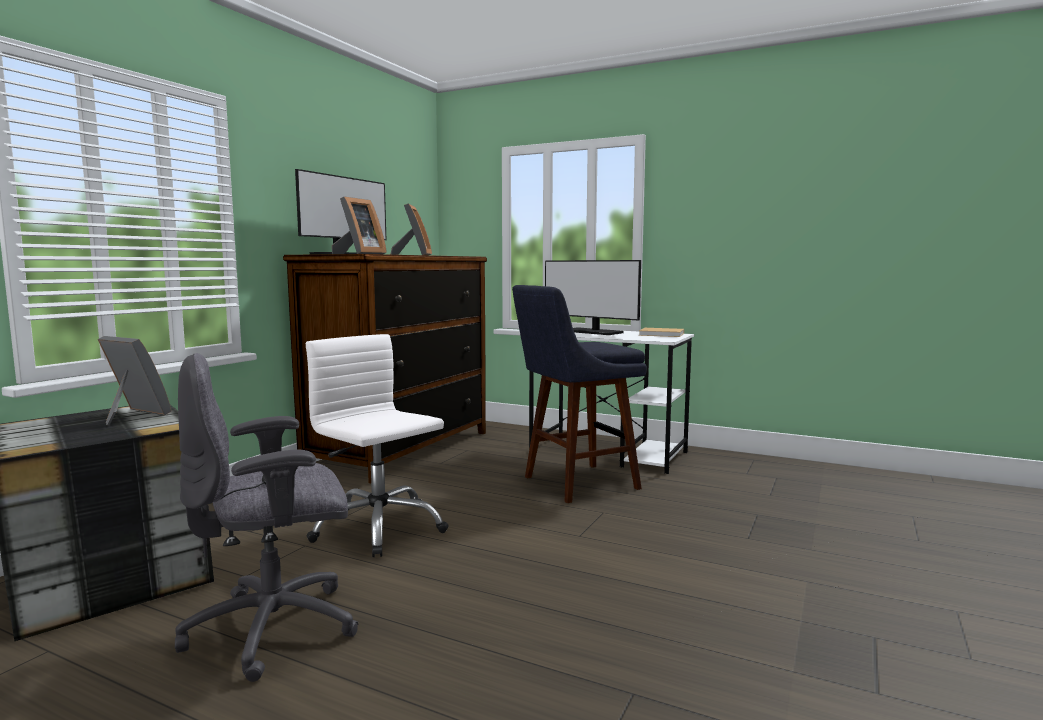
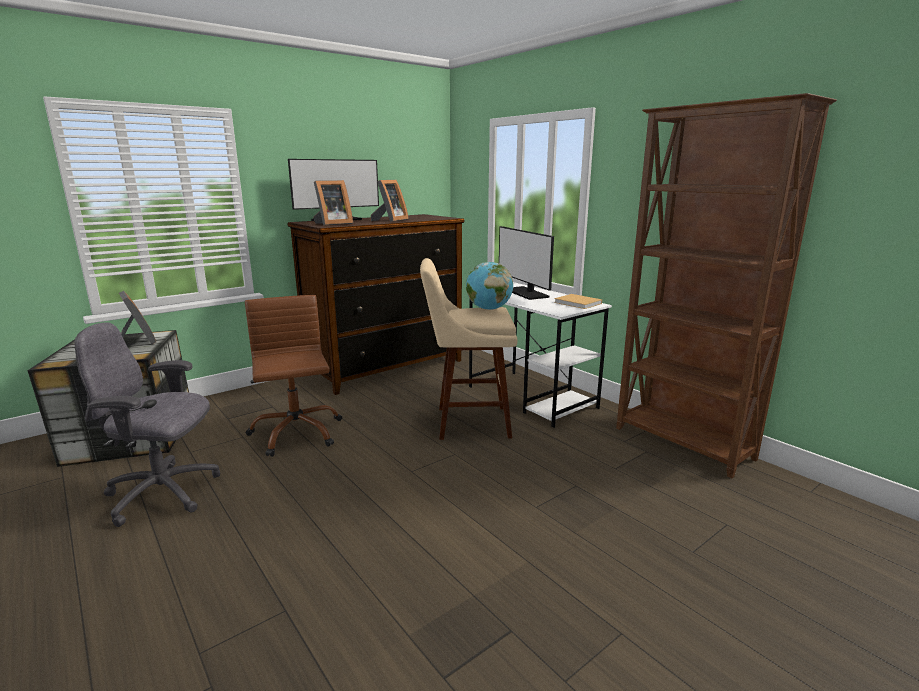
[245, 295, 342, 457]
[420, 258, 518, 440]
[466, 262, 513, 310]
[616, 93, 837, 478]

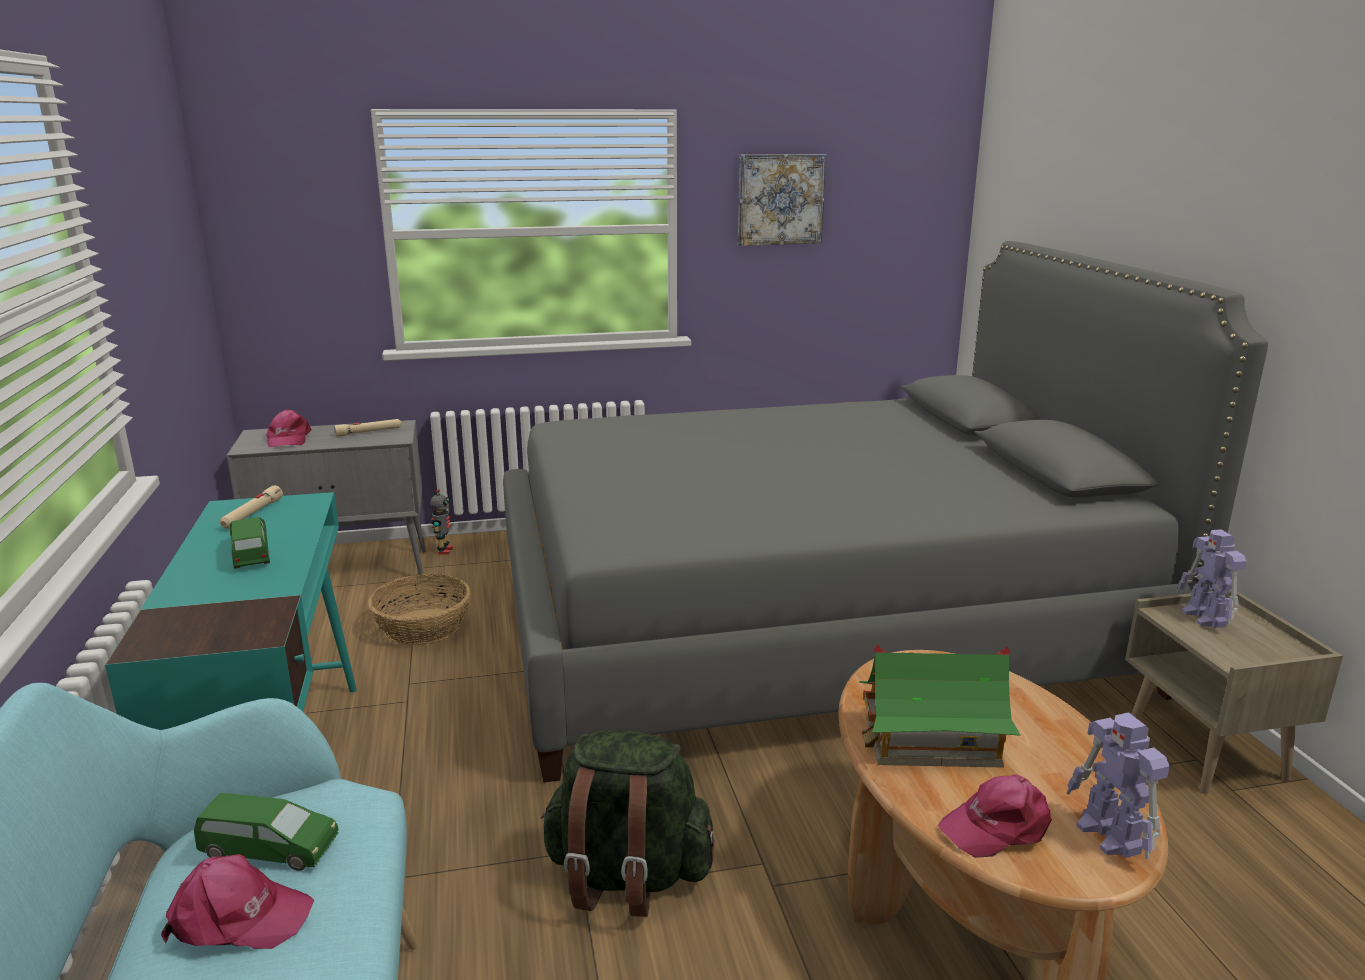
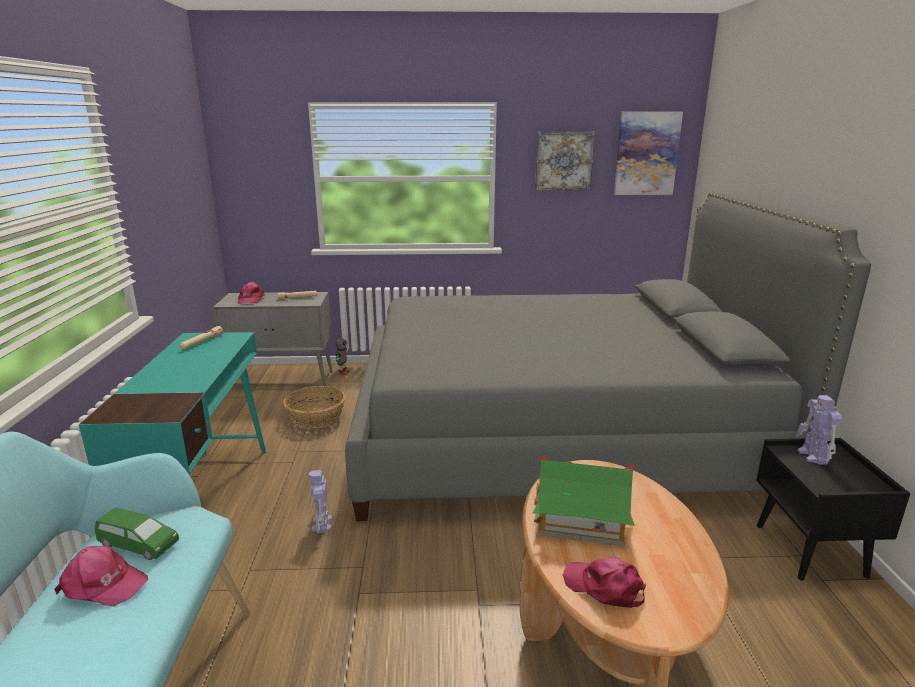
[230, 517, 270, 569] (first image)
[541, 730, 715, 917] (first image)
[563, 557, 646, 608]
[309, 470, 332, 533]
[756, 438, 911, 581]
[614, 112, 683, 195]

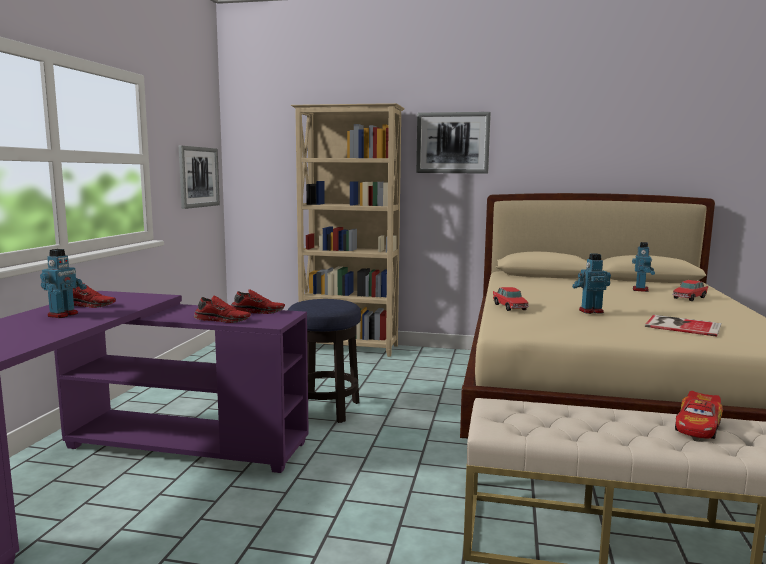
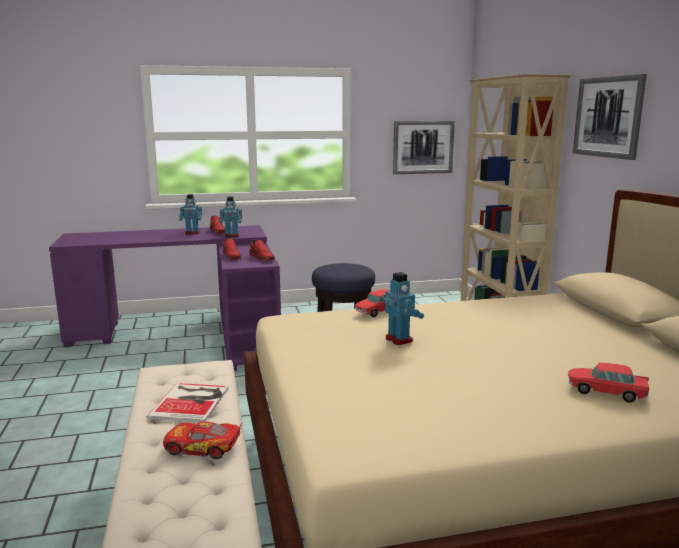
[219, 196, 242, 238]
[147, 383, 228, 422]

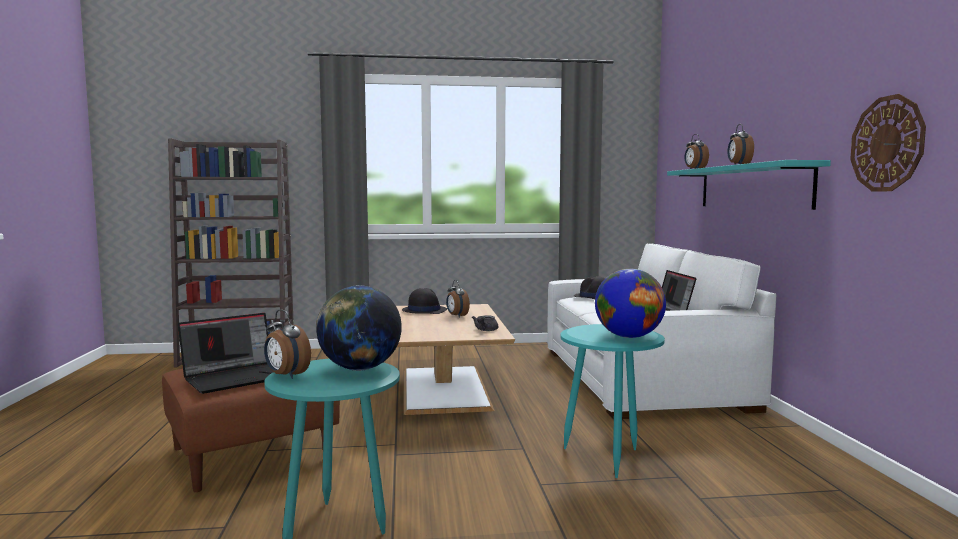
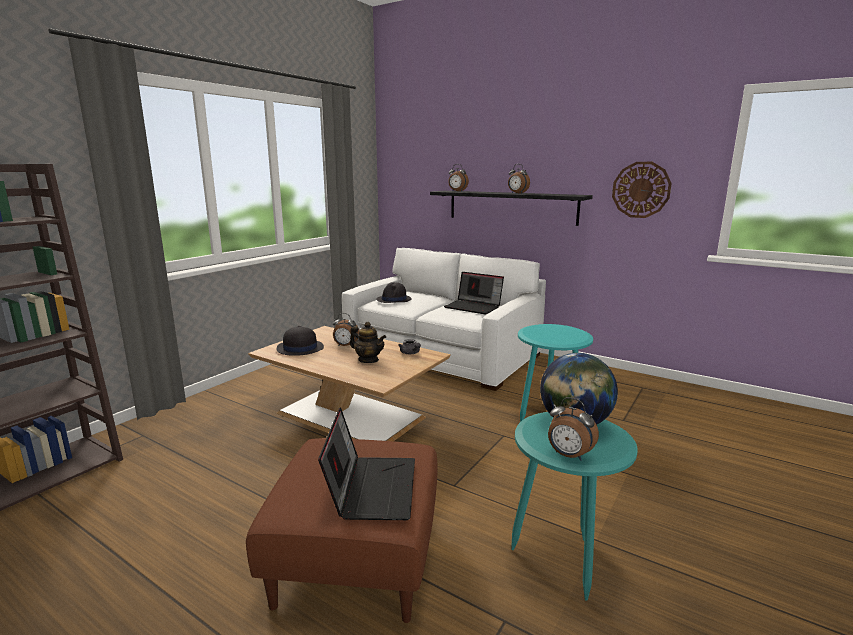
[548, 397, 599, 461]
[595, 269, 666, 338] (first image)
[430, 191, 593, 226]
[350, 322, 386, 363]

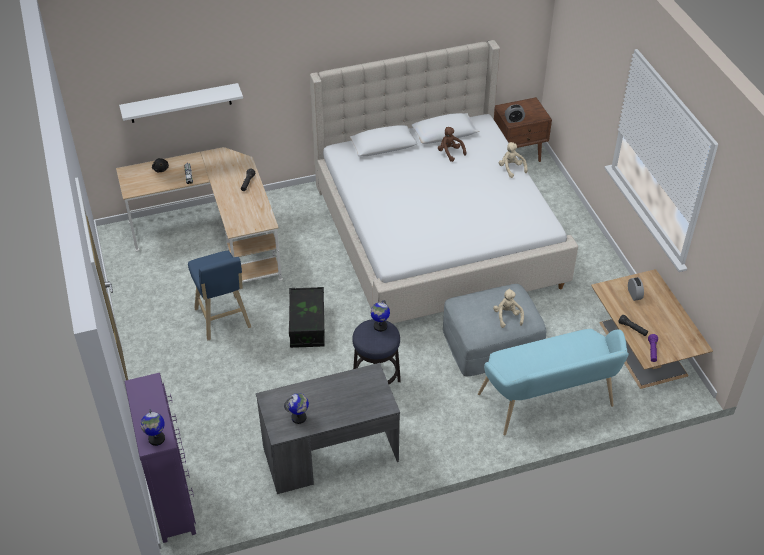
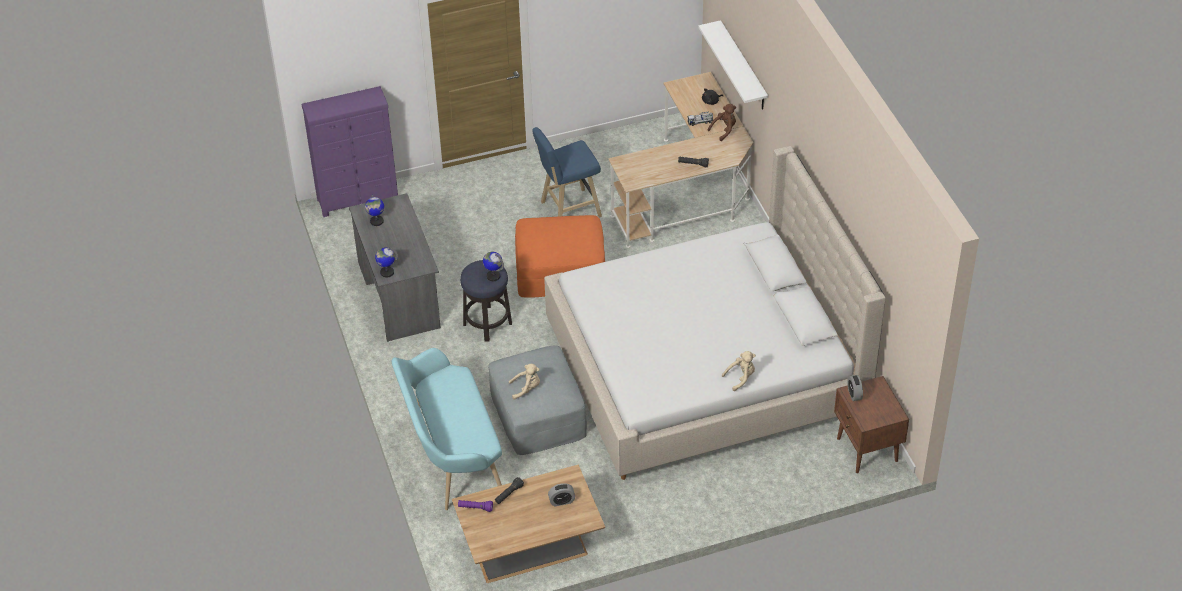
[375, 247, 398, 278]
[515, 215, 605, 298]
[707, 104, 736, 141]

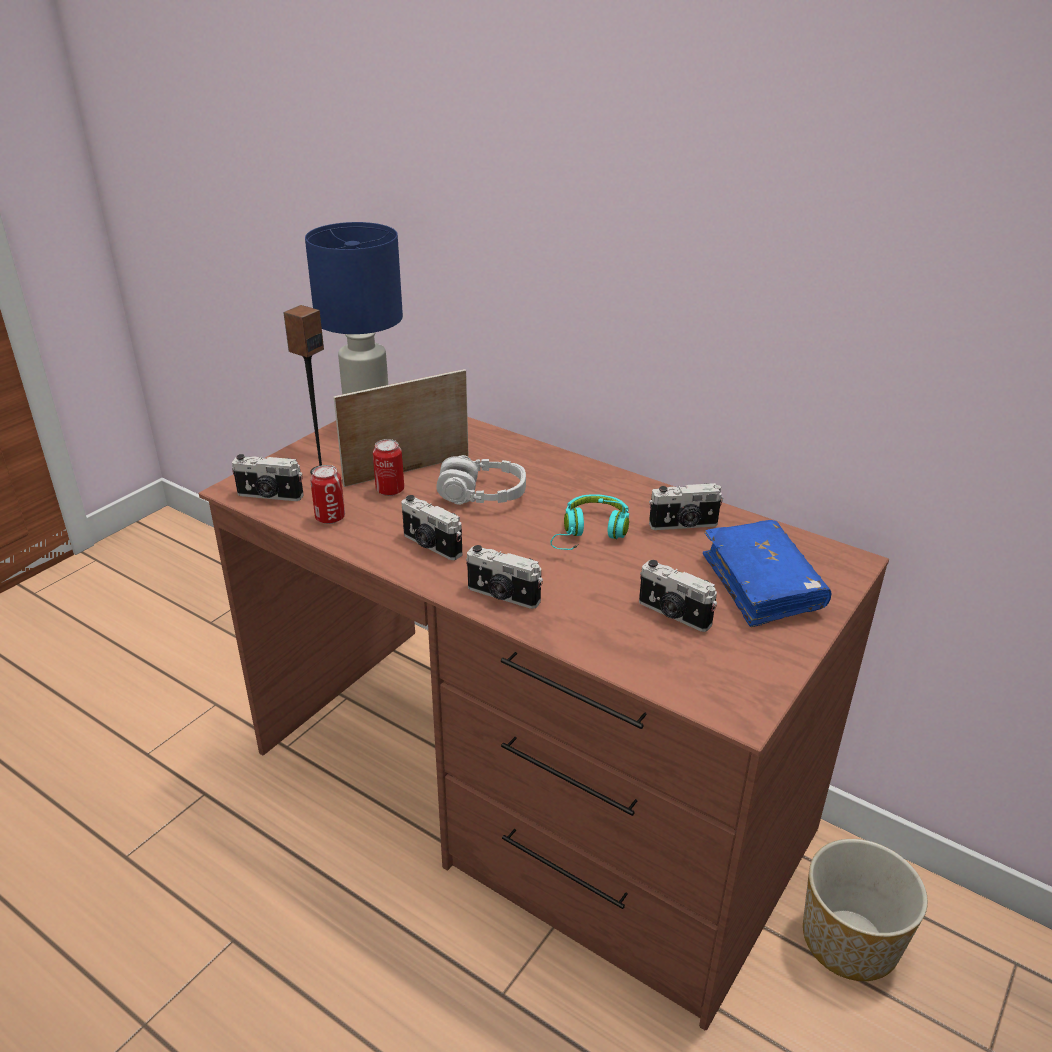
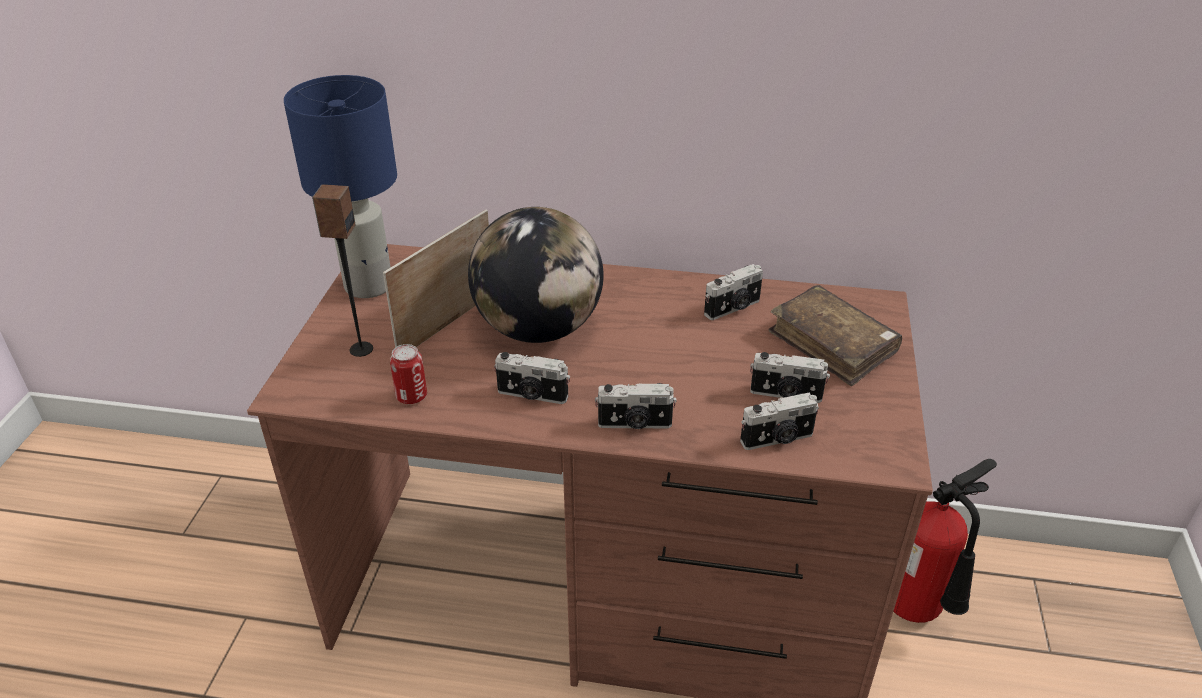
[740, 393, 819, 450]
[373, 439, 404, 496] (first image)
[468, 207, 604, 343]
[550, 494, 629, 550] (first image)
[769, 285, 902, 386]
[893, 459, 997, 623]

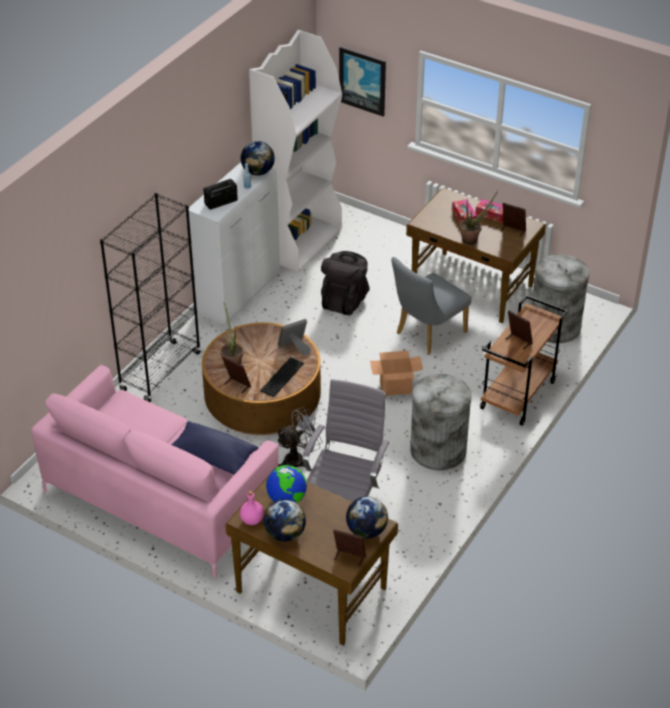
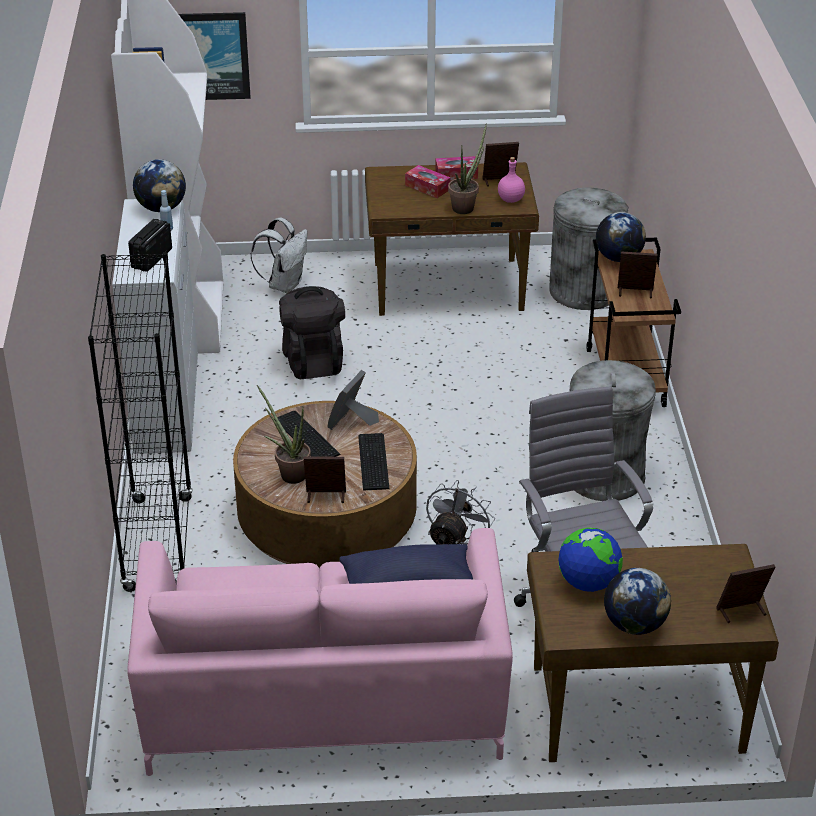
[498, 157, 525, 203]
[596, 212, 646, 262]
[370, 351, 423, 396] (first image)
[391, 257, 471, 355] (first image)
[251, 218, 307, 293]
[274, 411, 340, 457]

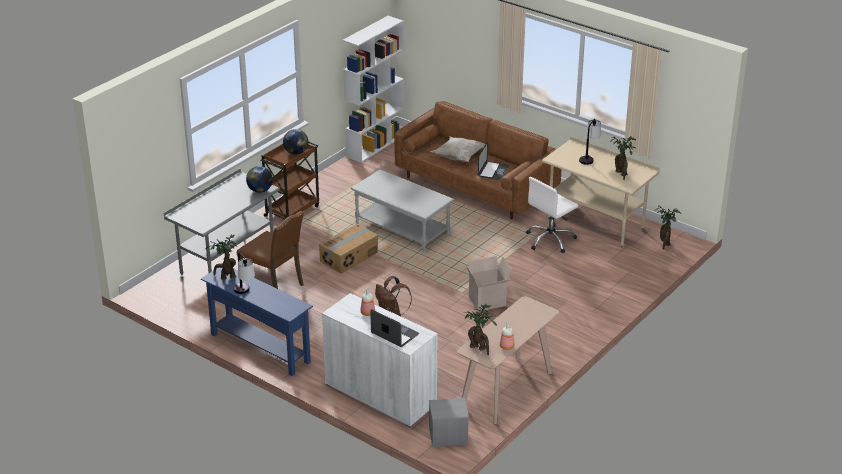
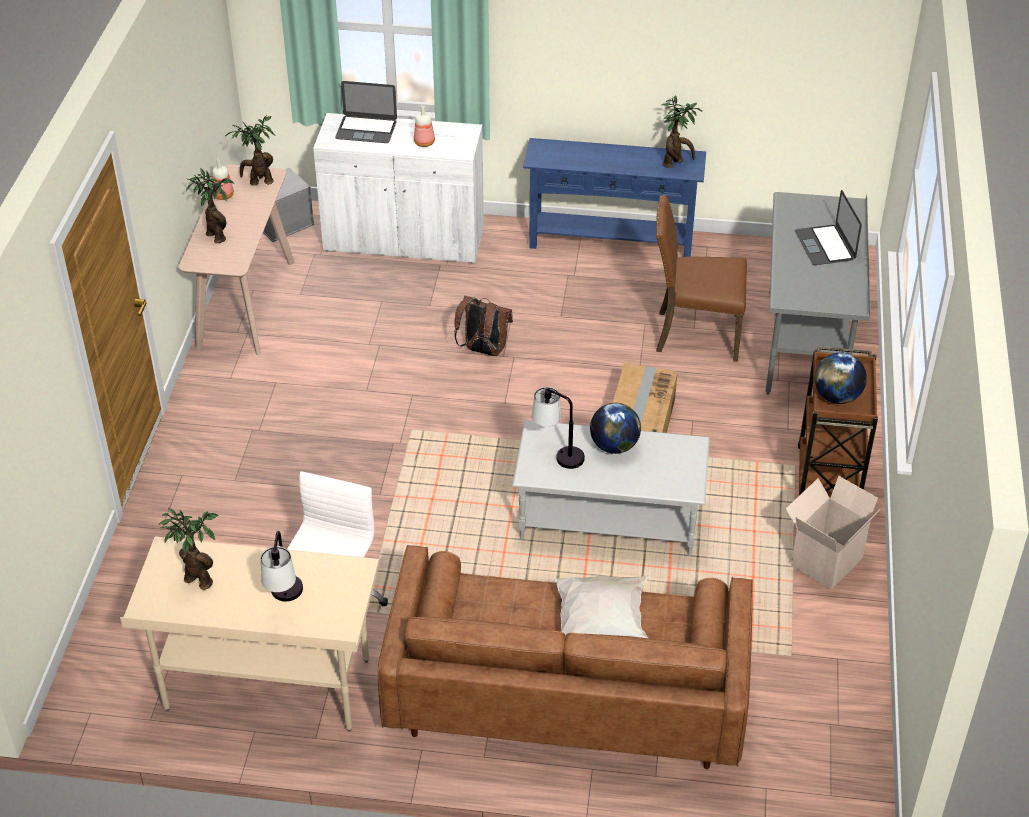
[532, 387, 585, 469]
[590, 403, 641, 454]
[342, 16, 404, 163] (first image)
[786, 476, 880, 590]
[795, 190, 862, 265]
[186, 169, 235, 243]

